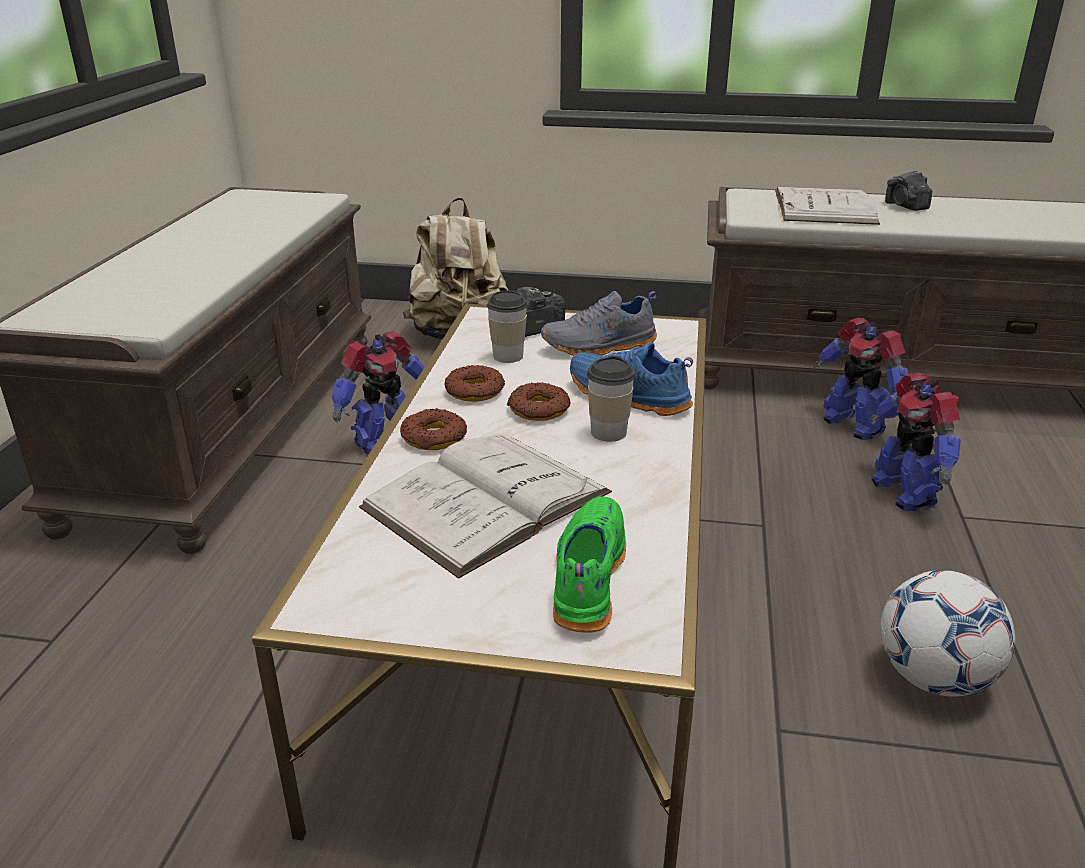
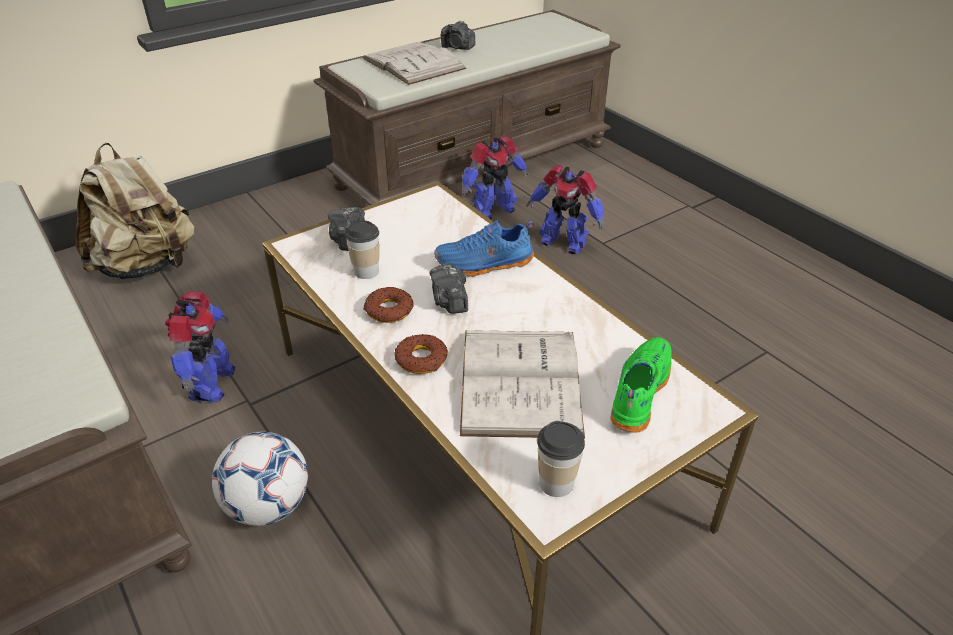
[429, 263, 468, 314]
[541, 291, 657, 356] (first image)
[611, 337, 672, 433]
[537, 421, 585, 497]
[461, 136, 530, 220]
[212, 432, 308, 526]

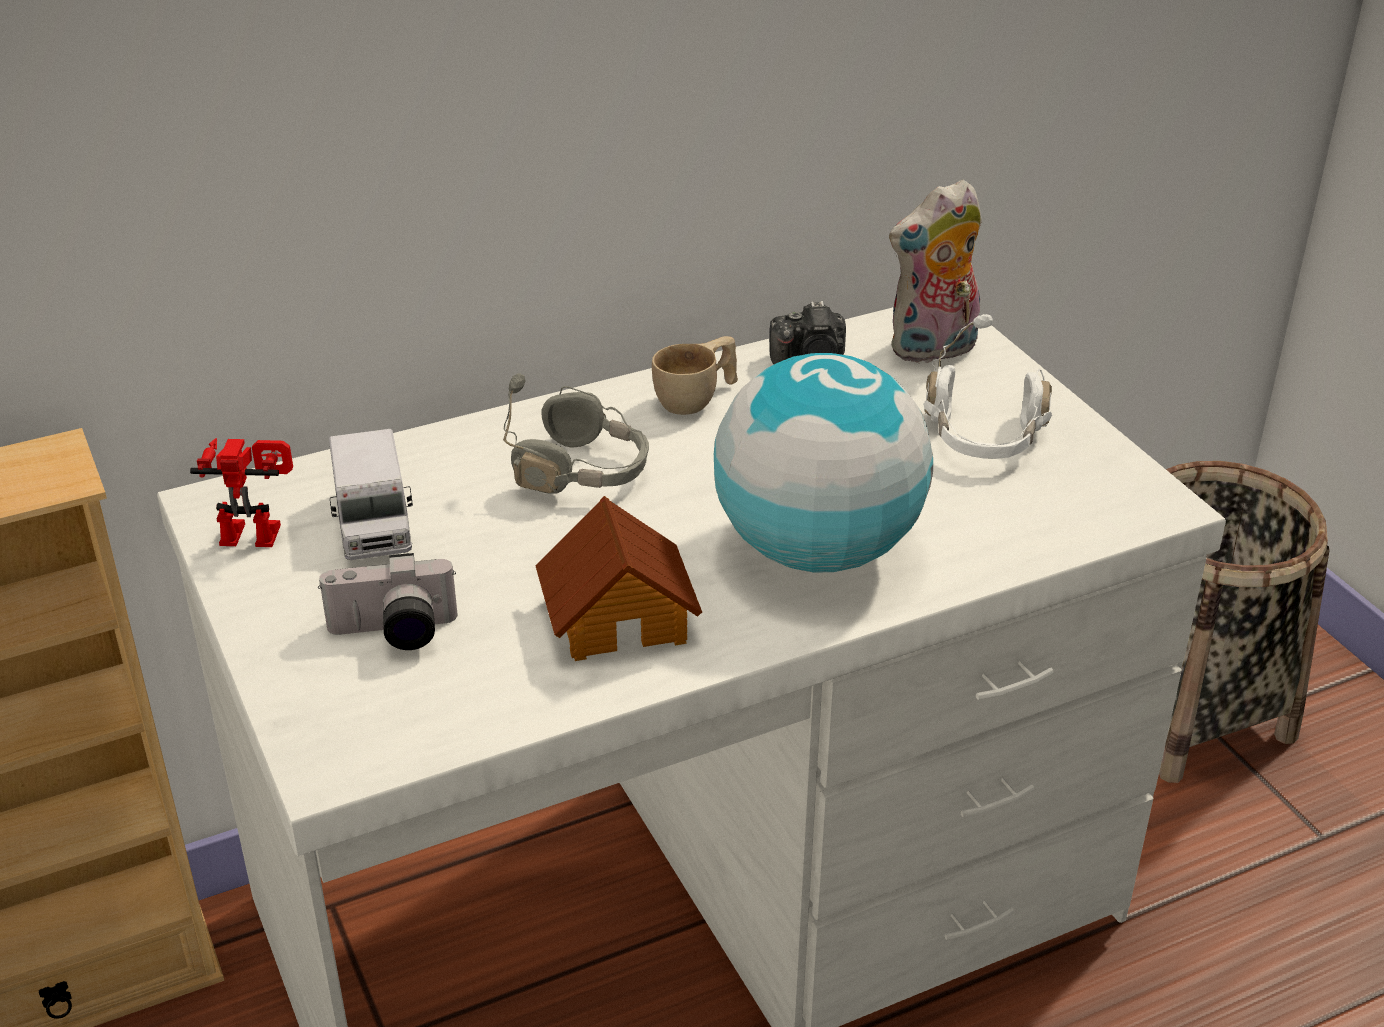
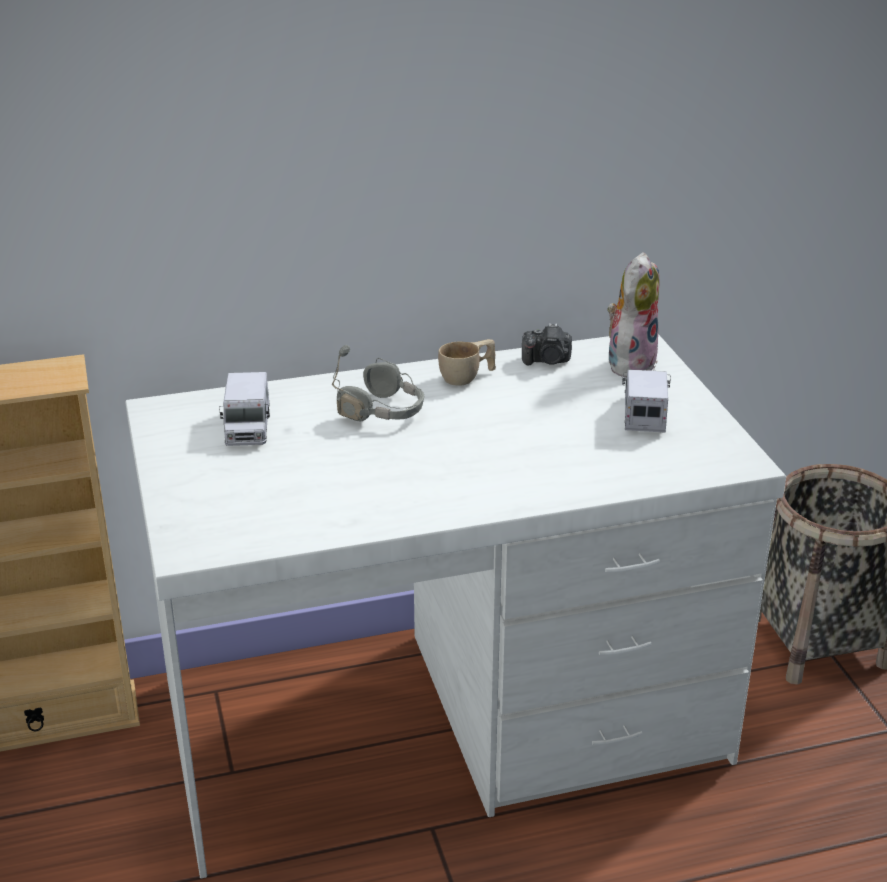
[190, 438, 293, 547] (first image)
[318, 553, 458, 650] (first image)
[535, 496, 702, 661] (first image)
[714, 353, 933, 572] (first image)
[607, 252, 659, 378]
[622, 369, 671, 433]

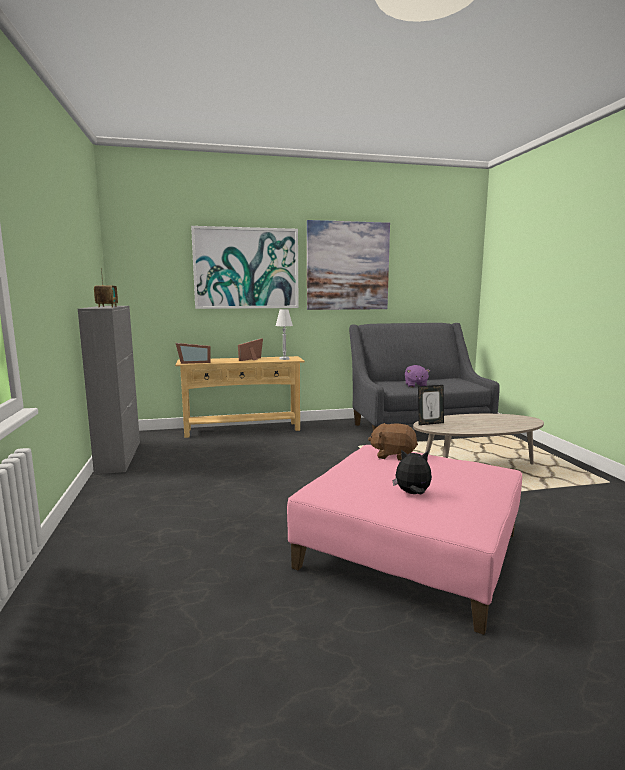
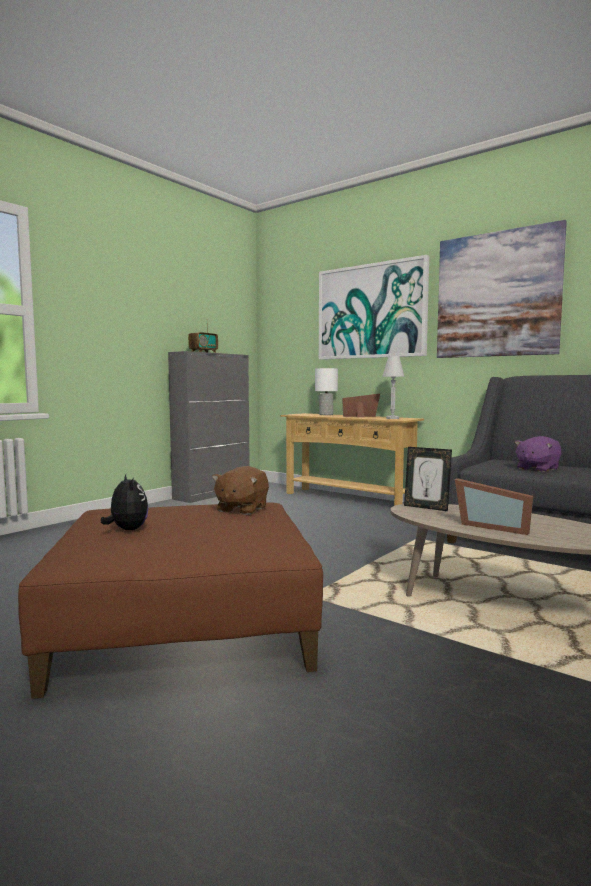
[455, 478, 533, 535]
[18, 503, 323, 699]
[212, 466, 269, 515]
[315, 368, 338, 415]

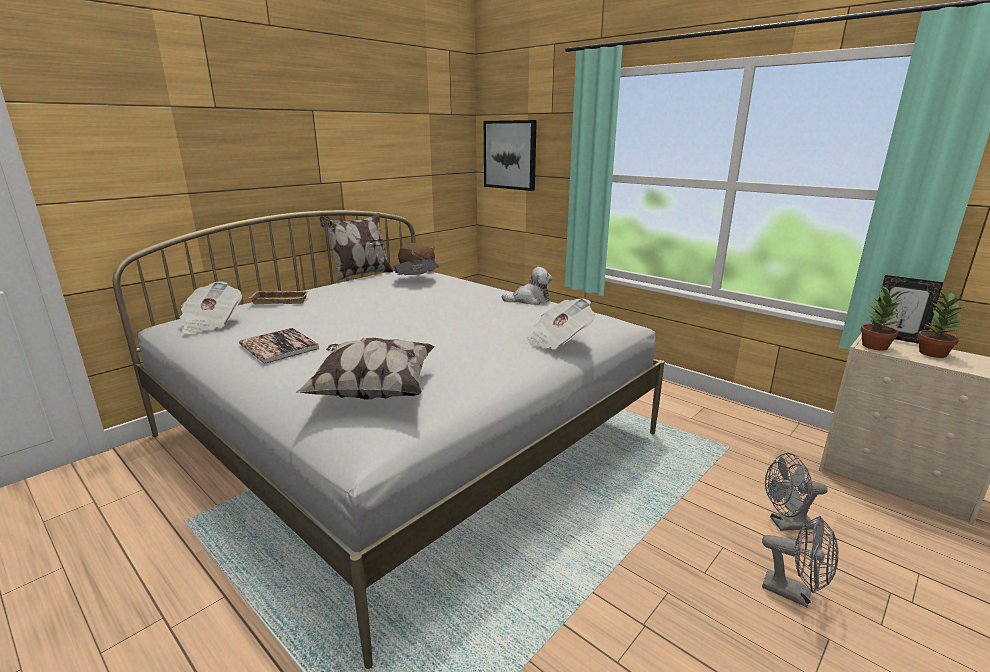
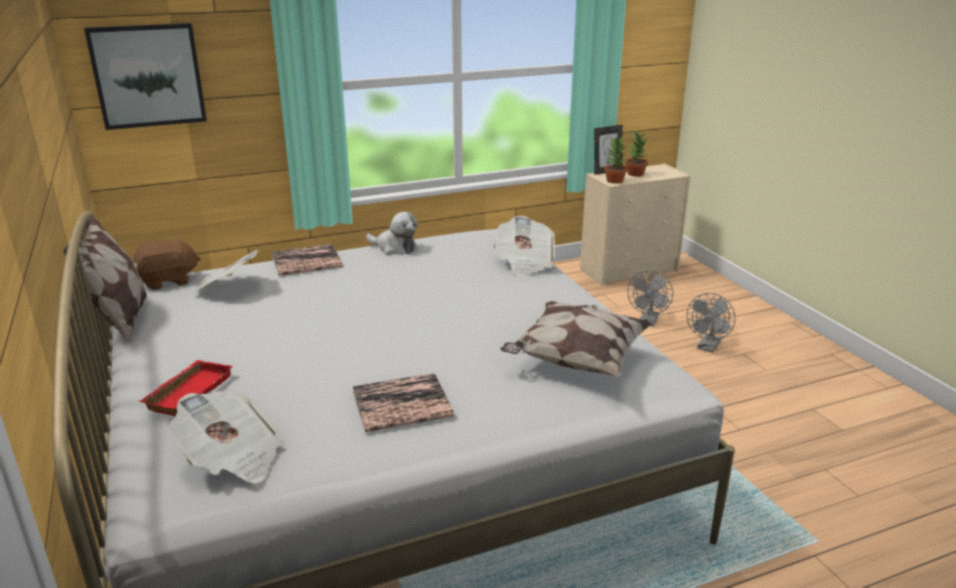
[139, 360, 233, 416]
[366, 212, 418, 255]
[686, 293, 736, 353]
[272, 244, 342, 276]

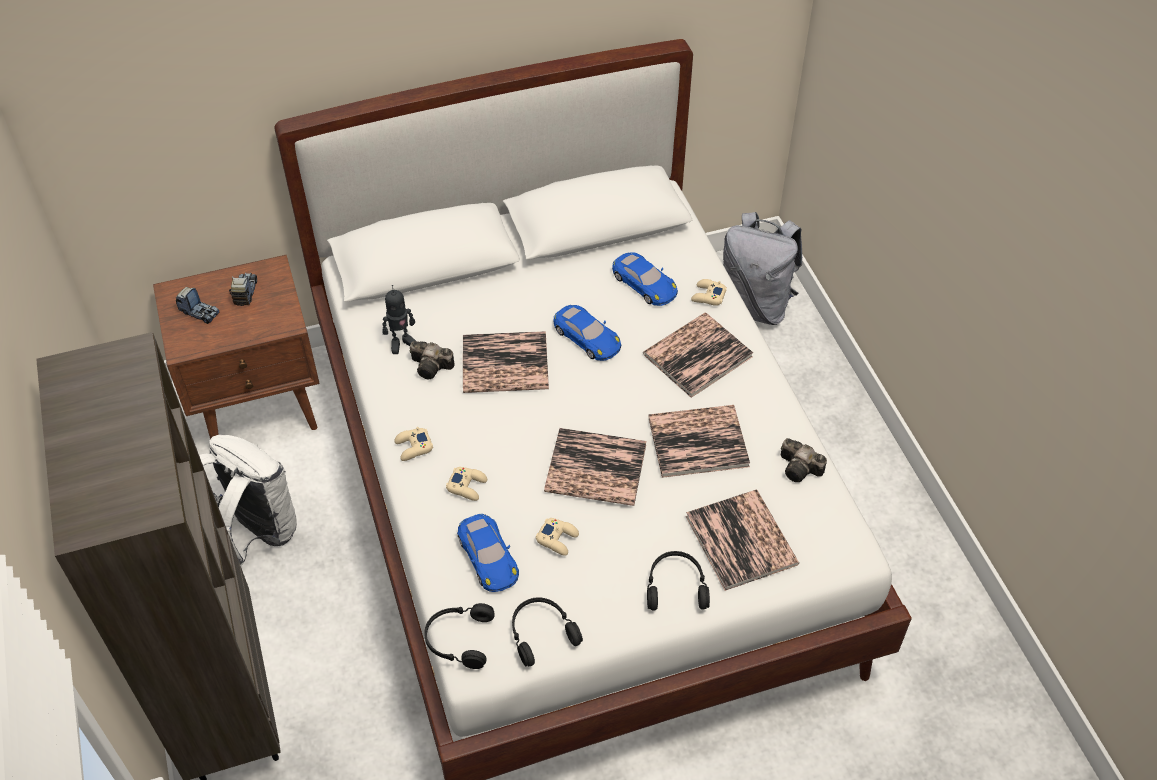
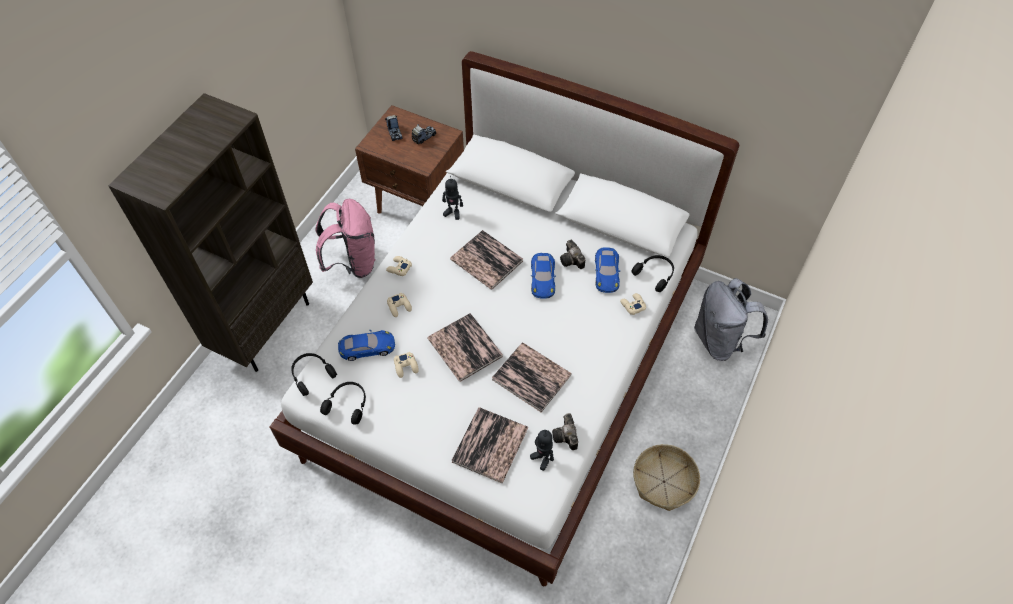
[316, 199, 376, 278]
[560, 240, 585, 269]
[338, 330, 395, 361]
[643, 312, 753, 398] (first image)
[631, 255, 674, 292]
[530, 430, 554, 471]
[633, 444, 700, 511]

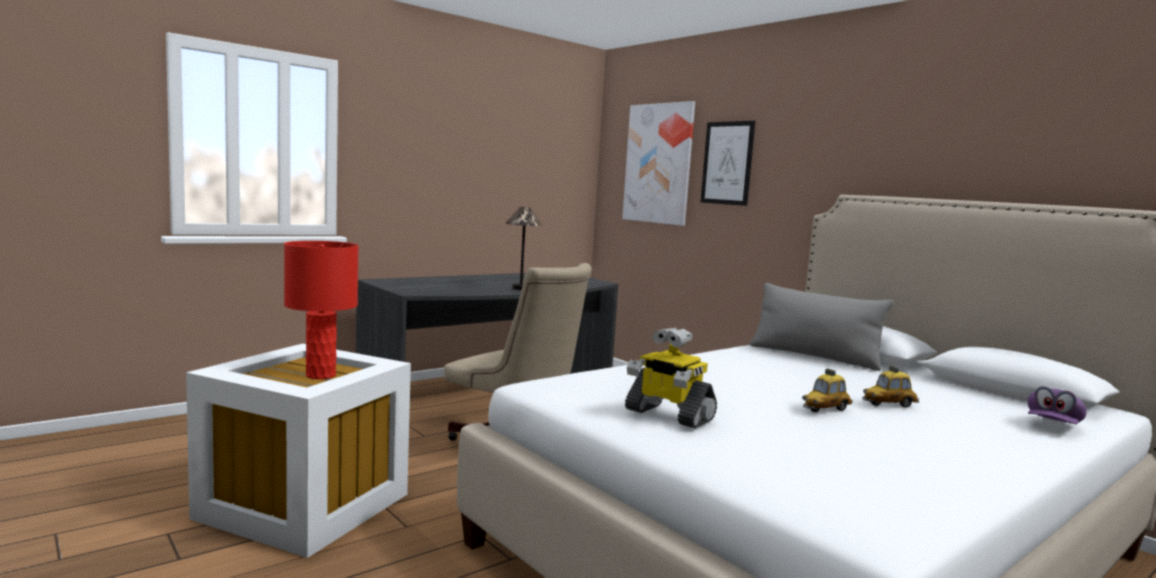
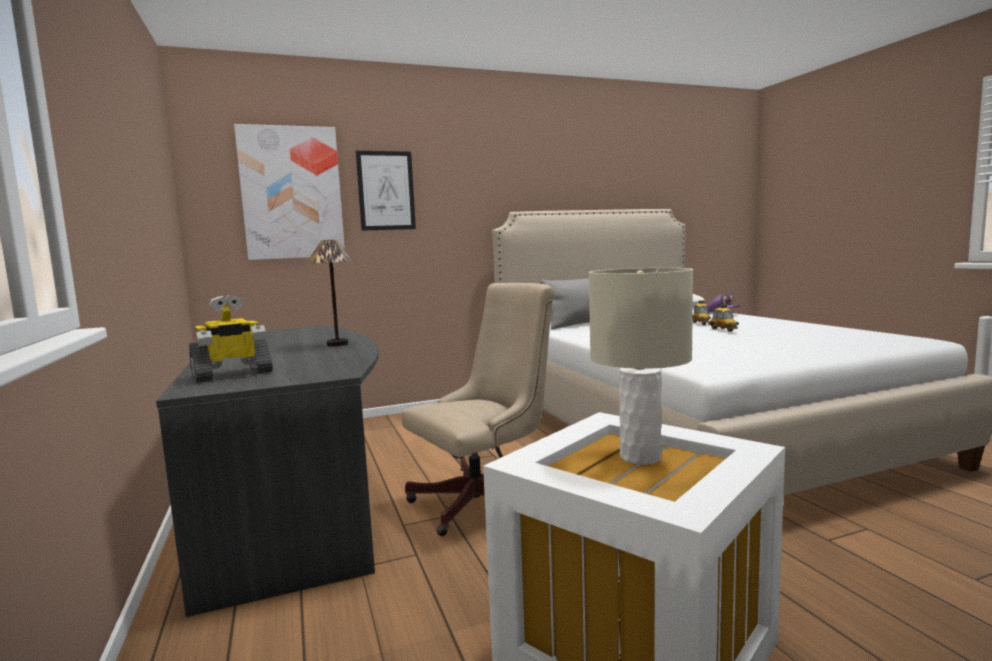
[589, 268, 693, 465]
[189, 295, 273, 382]

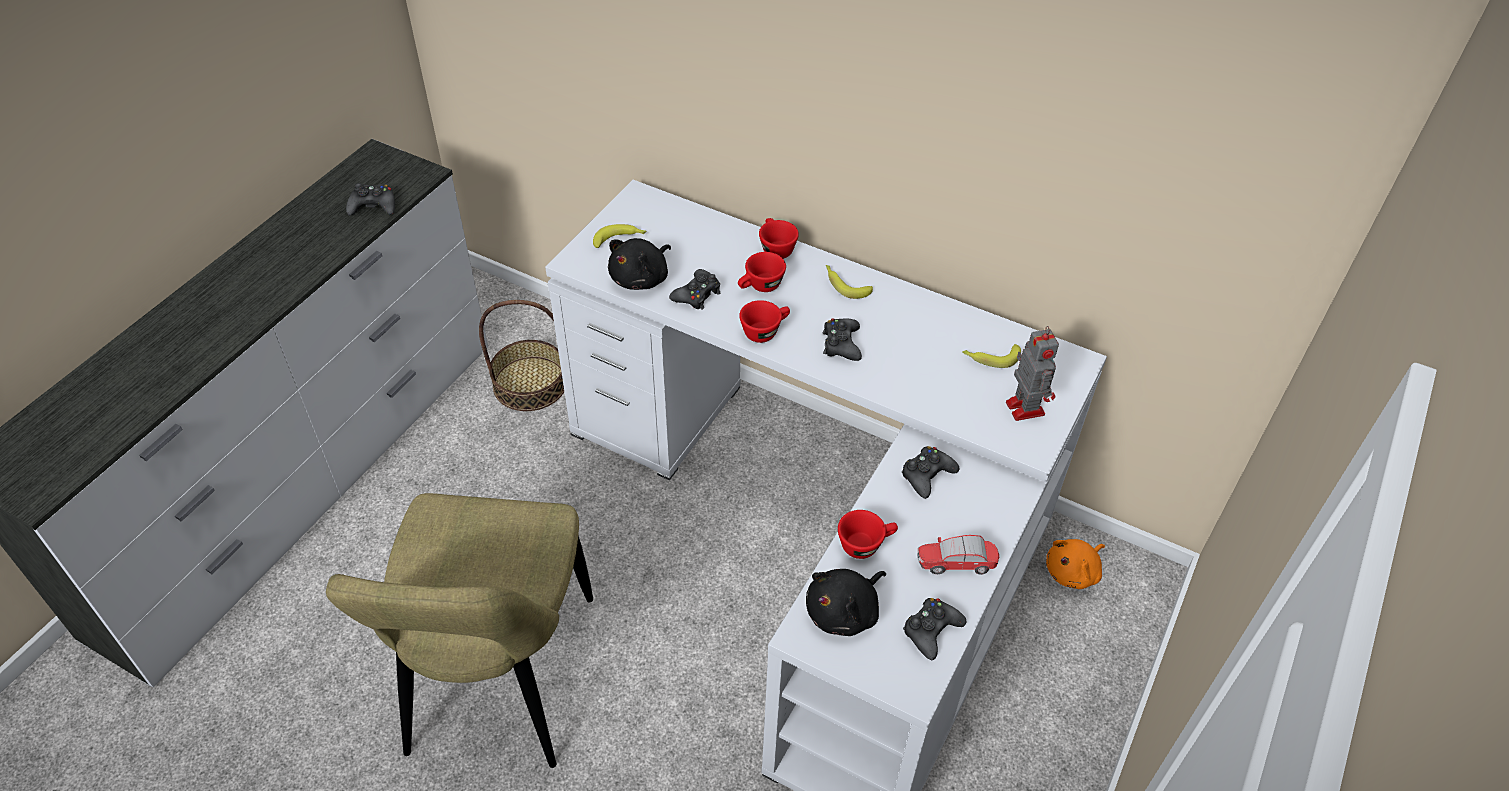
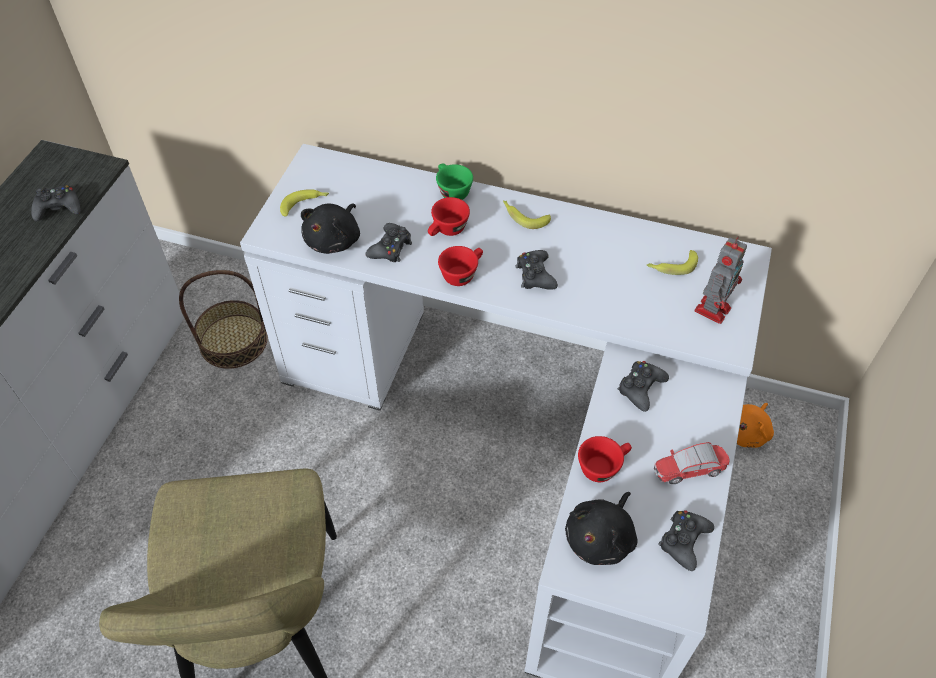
[436, 164, 473, 200]
[695, 237, 747, 324]

